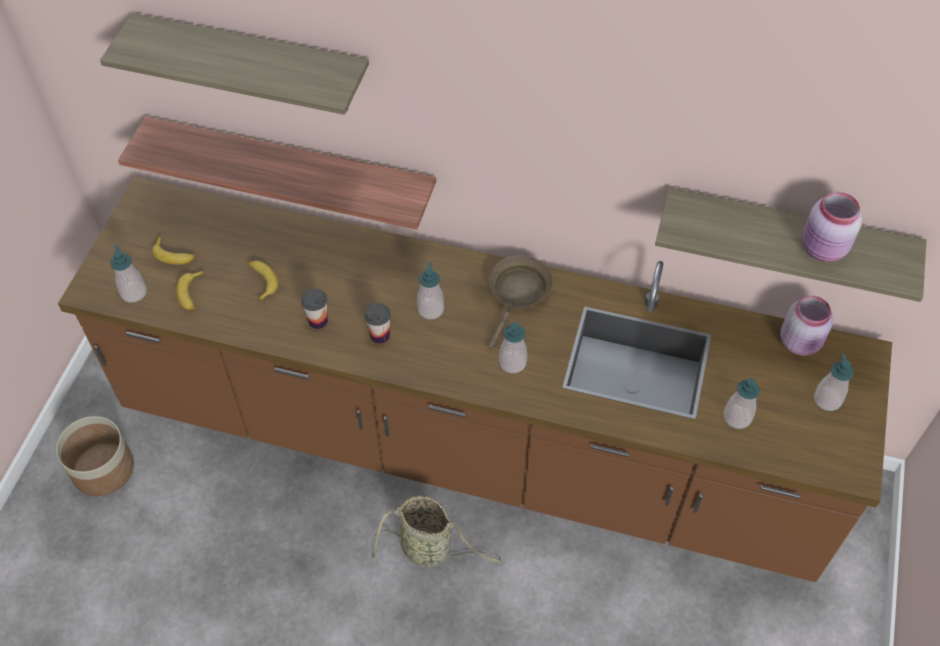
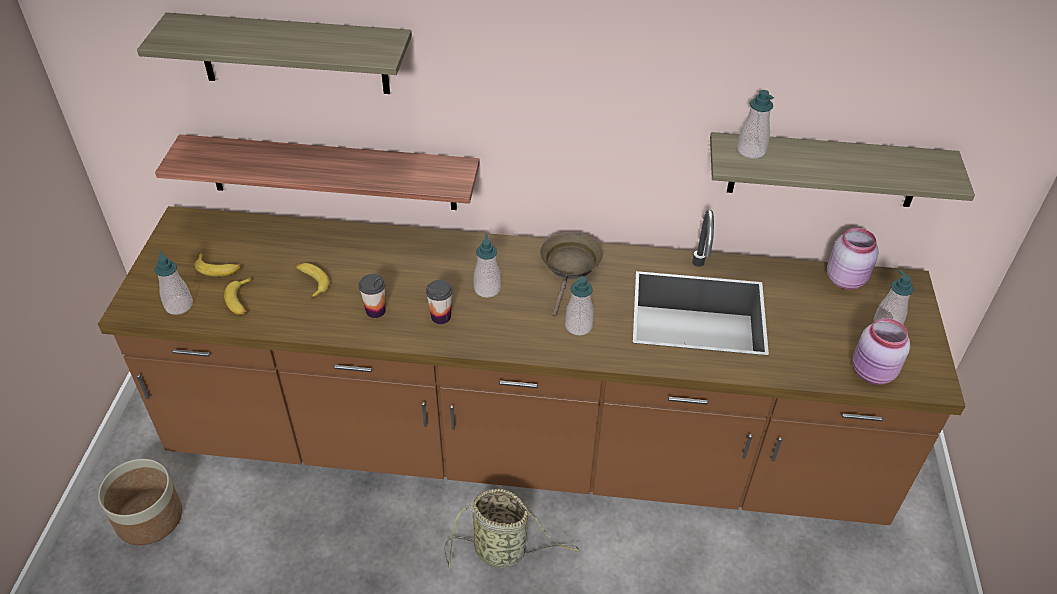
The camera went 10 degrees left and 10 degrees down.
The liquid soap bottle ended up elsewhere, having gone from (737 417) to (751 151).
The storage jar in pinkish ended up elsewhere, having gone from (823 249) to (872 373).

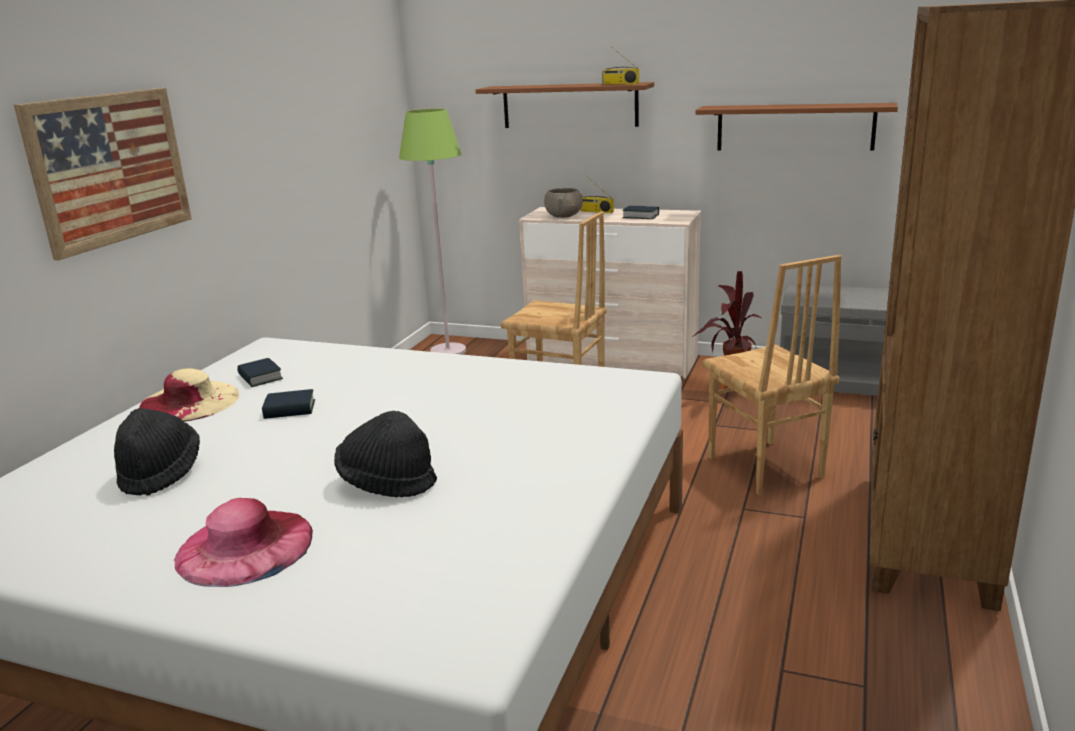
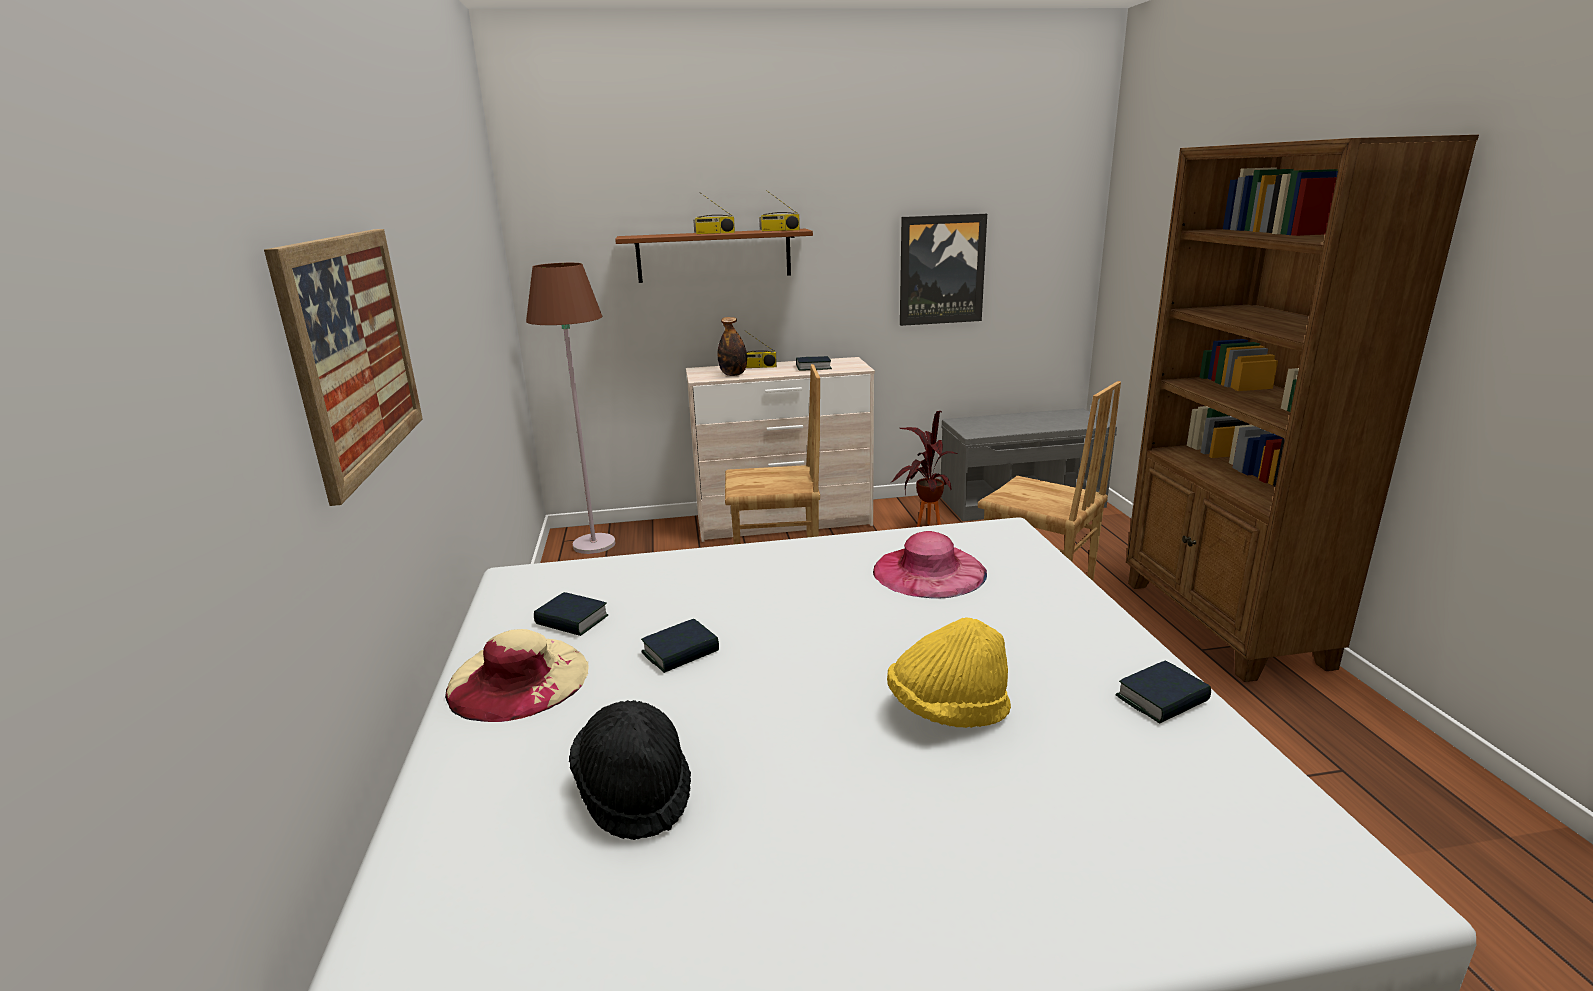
The camera went 30 degrees left and 0 degrees up.
The second view gained the radio at (714 233).
The second view gained the bound book at (1162 699).
The wearable hat in pinkish ended up elsewhere, having gone from (245 546) to (929 571).
Where the serving bowl in grey stood at (564 216), the drink bottle came to stand at (733 374).
Where the bracket shelf in brown hung at (794 127), the wall art came to hang at (941 270).
What was the wearable hat in black at (387 483) turned into the wearable hat in yellow at (947 710).
What was the floor lamp in greenish at (448 351) turned into the floor lamp in brown at (594 544).

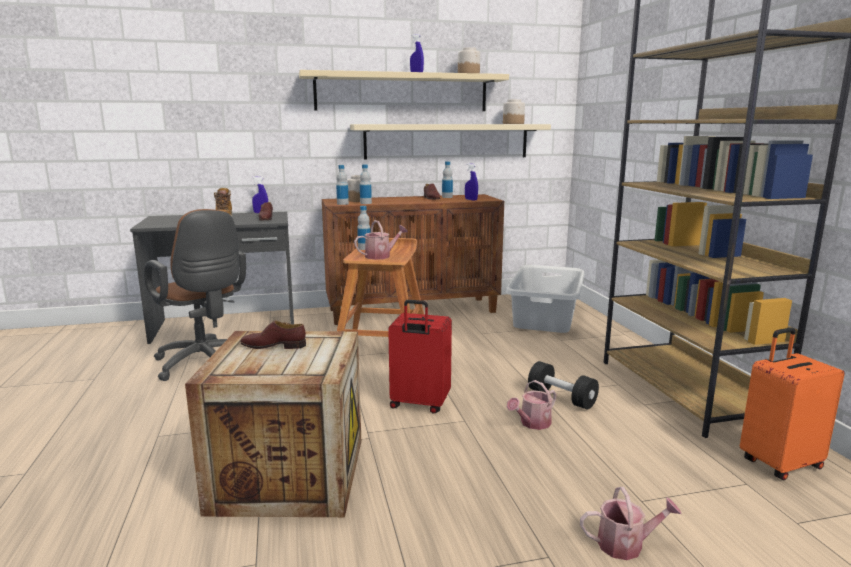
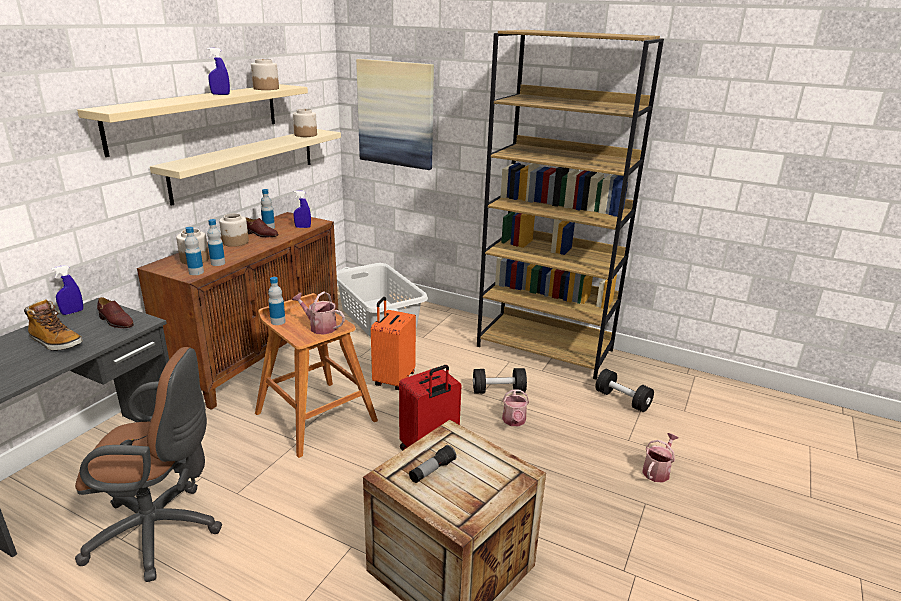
The camera went 50 degrees left and 10 degrees up.
The second view gained the storage jar at (235 242).
The second view gained the wall art at (396 114).
The second view gained the hand weight in black at (622 400).
The travel case in orange-coloured ended up elsewhere, having gone from (779 463) to (393 379).
Where the low shoe in brown stood at (273 346), the torch came to stand at (432 471).
The watering can at (381 256) ended up facing another way, 75 degrees counterclockwise from before.

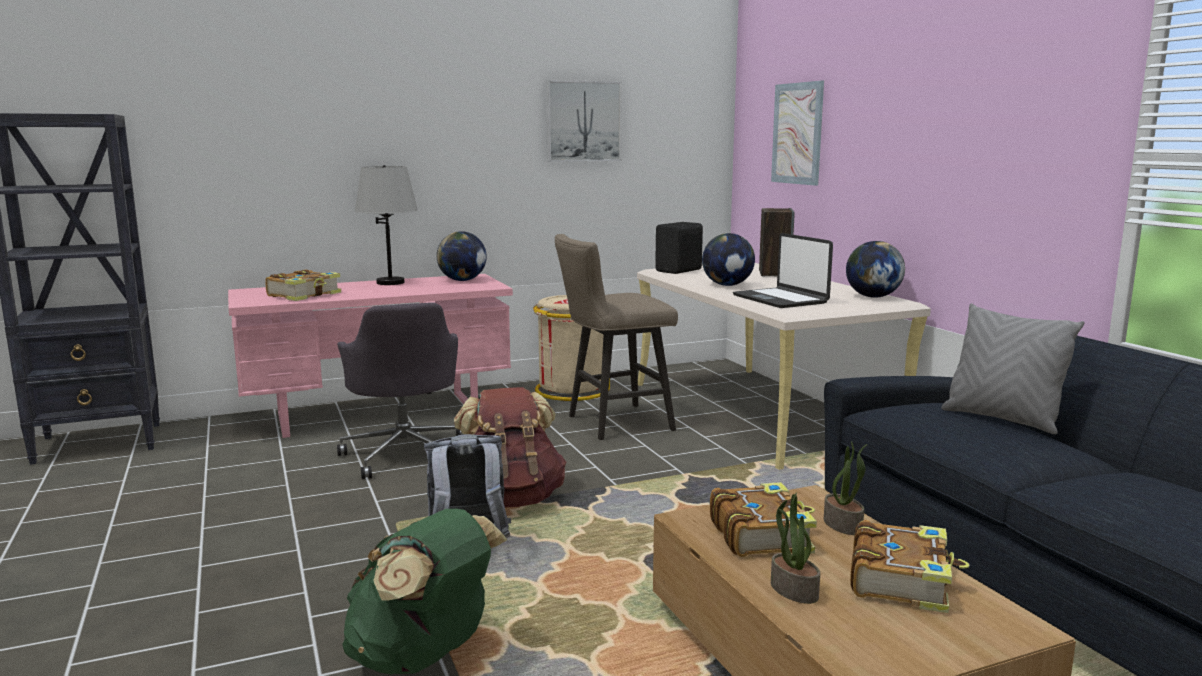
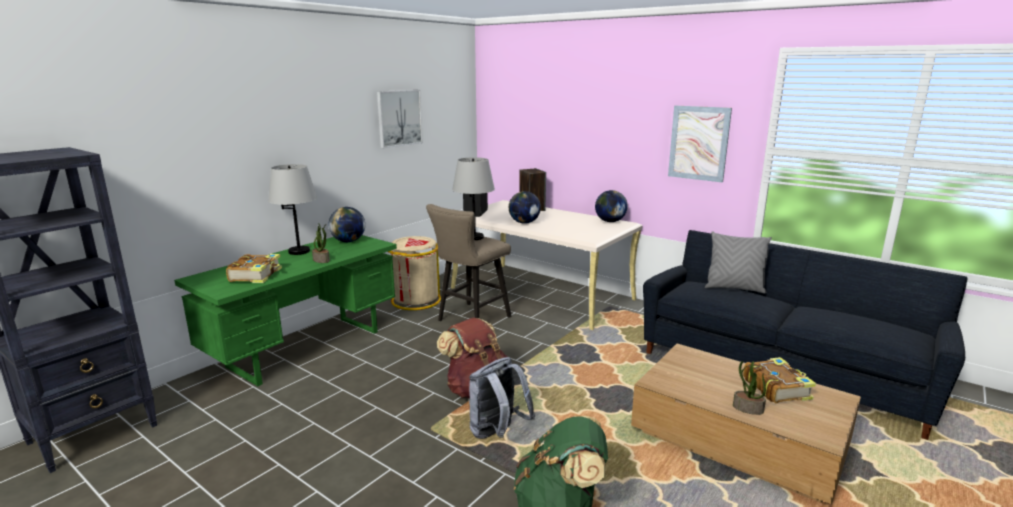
The camera went 30 degrees left and 5 degrees up.
The second view lost the desk chair in grey at (406 454).
The second view lost the bound book at (761 535).
The second view lost the portable computer at (781 299).
The second view gained the table lamp in grey at (474 237).
The wall art ended up elsewhere, having gone from (797 133) to (698 143).
The plant in a pot ended up elsewhere, having gone from (843 525) to (321 260).
What was the desk unit in pinkish at (379 413) turned into the desk unit in greenish at (306 348).

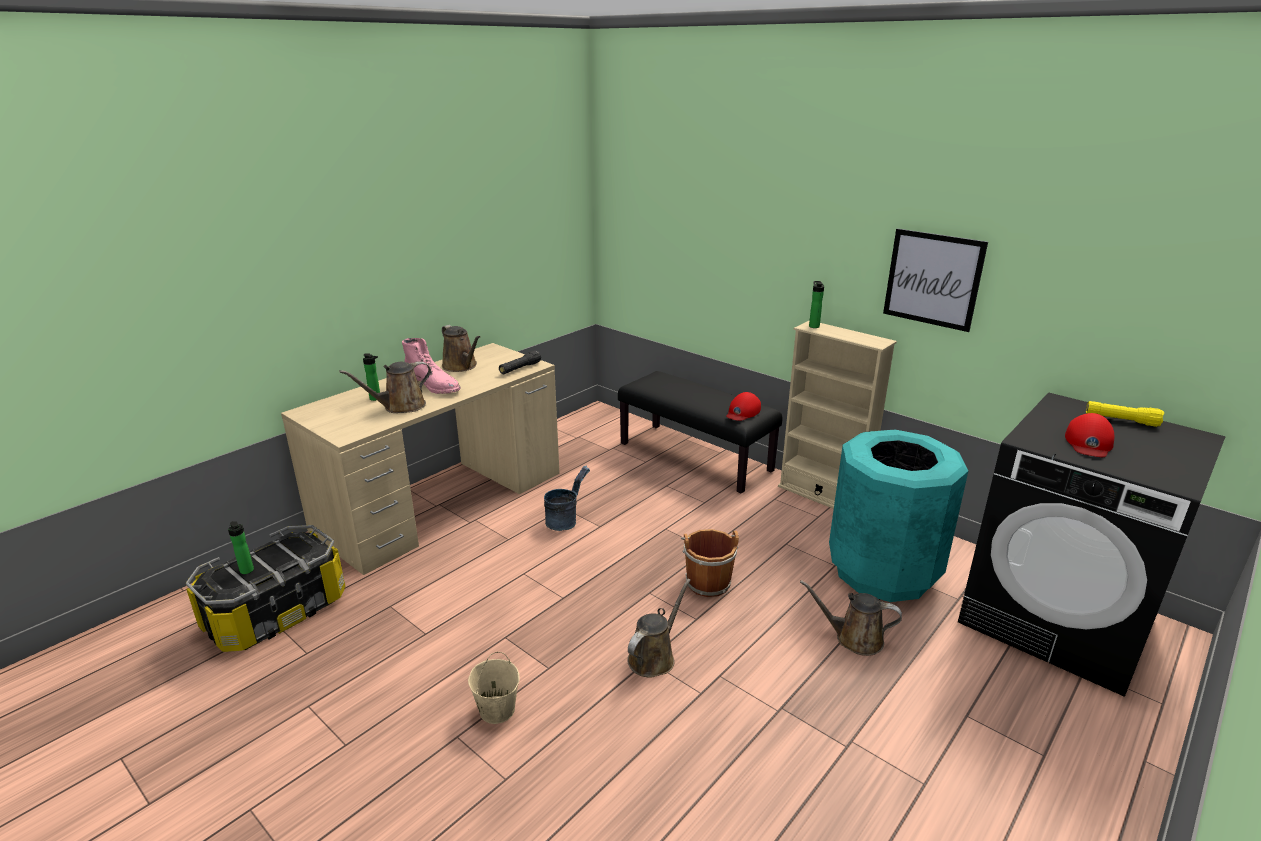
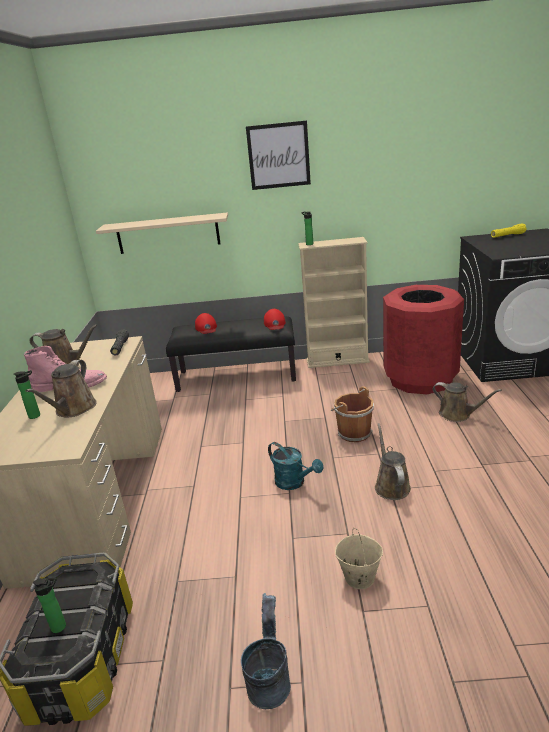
The camera went 40 degrees left and 0 degrees up.
The second view gained the bracket shelf in sand-coloured at (168 233).
The second view gained the watering can in turquoise-coloured at (294 483).
The water bucket in grey ended up elsewhere, having gone from (565 521) to (269 680).
The wall art ended up elsewhere, having gone from (933 279) to (278 155).
The cap in red-coloured ended up elsewhere, having gone from (1088 442) to (206 328).
What was the trash can in turquoise-coloured at (883 572) turned into the trash can in red-coloured at (420 379).
The watering can in brown at (854 638) ended up facing another way, 120 degrees counterclockwise from before.

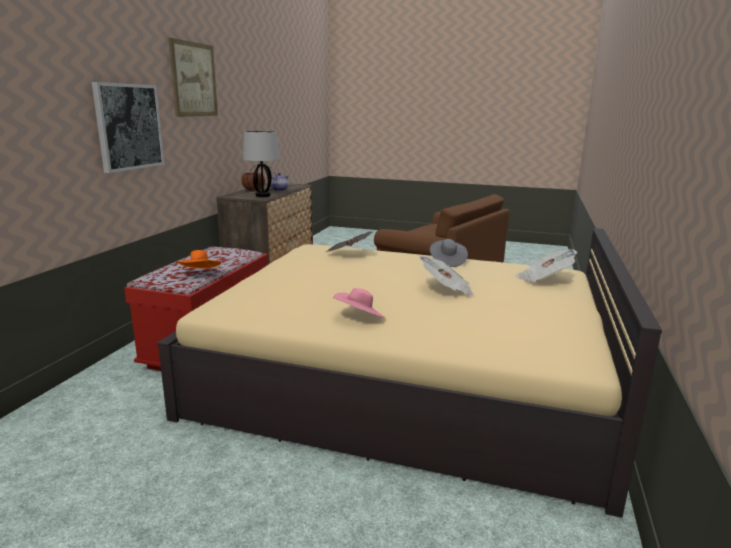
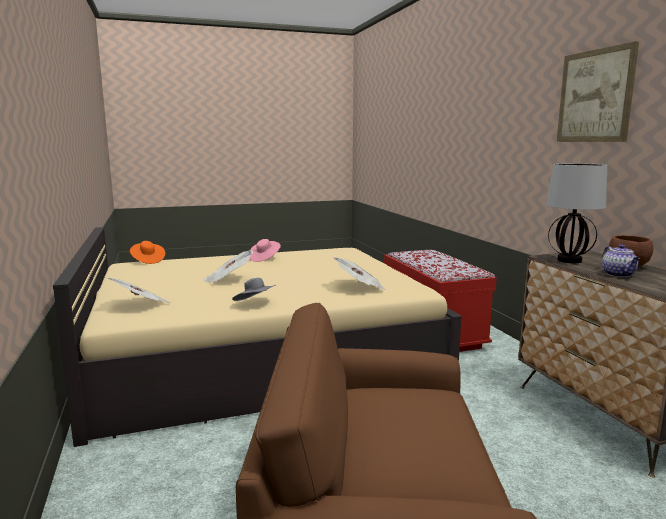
The camera went 145 degrees right and 5 degrees down.
The second view lost the wall art at (128 127).
The wearable hat in orange-coloured ended up elsewhere, having gone from (200 274) to (147 260).

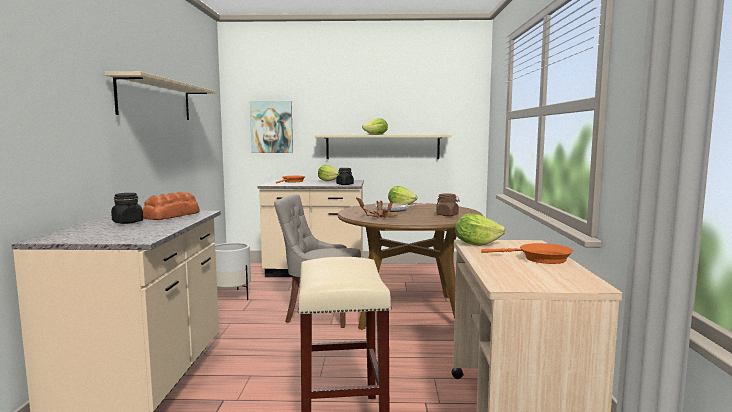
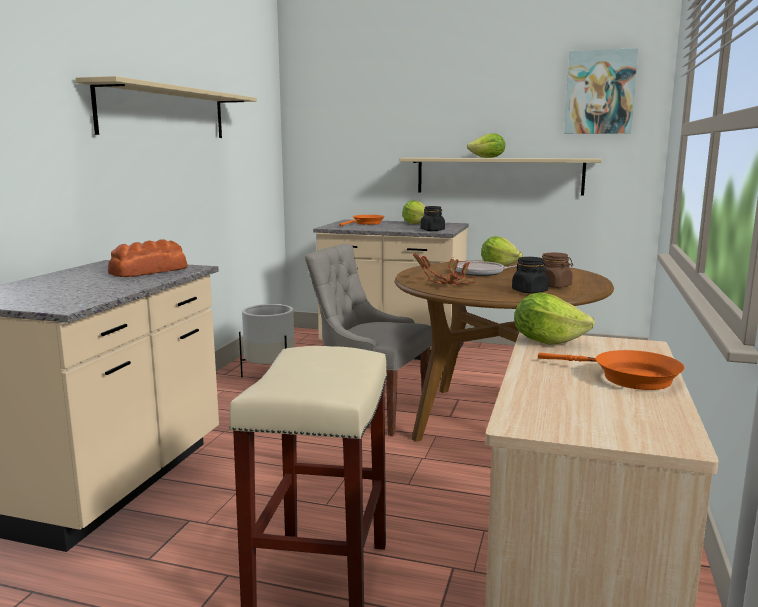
The camera went 15 degrees right and 5 degrees up.
The storage jar in black ended up elsewhere, having gone from (128 222) to (529 291).
The wall art ended up elsewhere, having gone from (271 127) to (600 92).

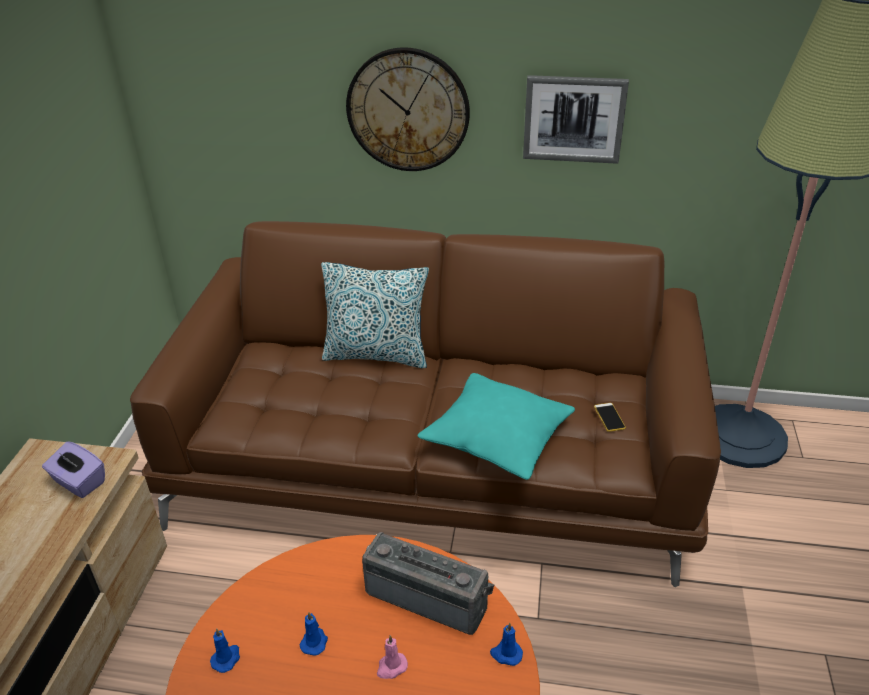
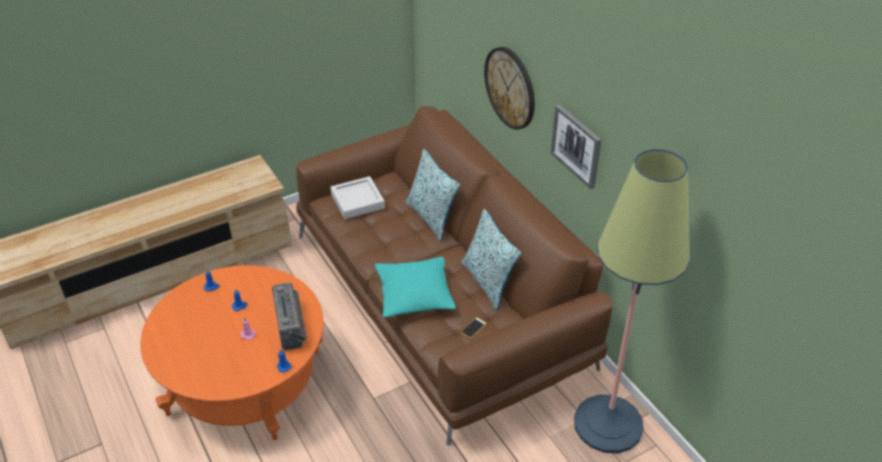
The camera went 50 degrees right and 5 degrees up.
The second view lost the tissue box in purple at (79 482).
The second view gained the carrying tray in grey at (357 201).
The second view gained the cushion at (488 282).

